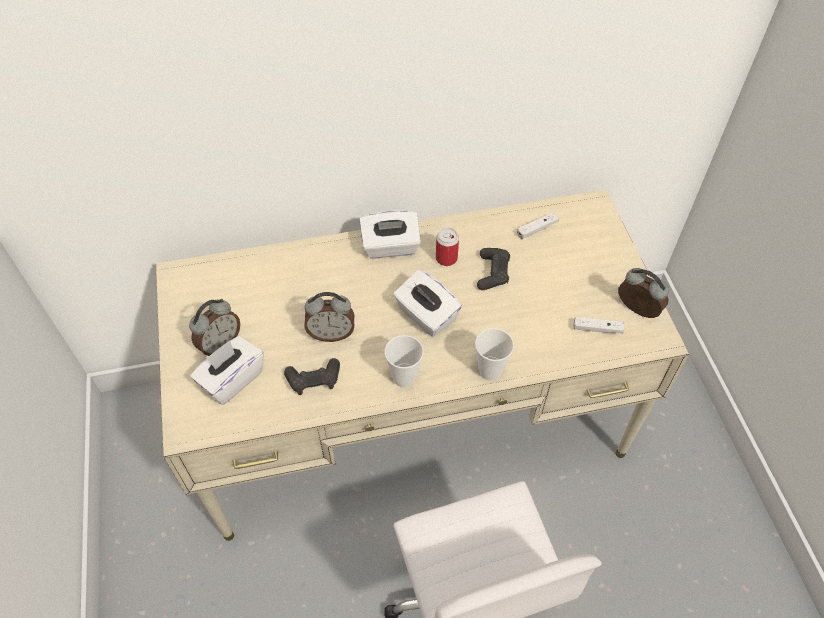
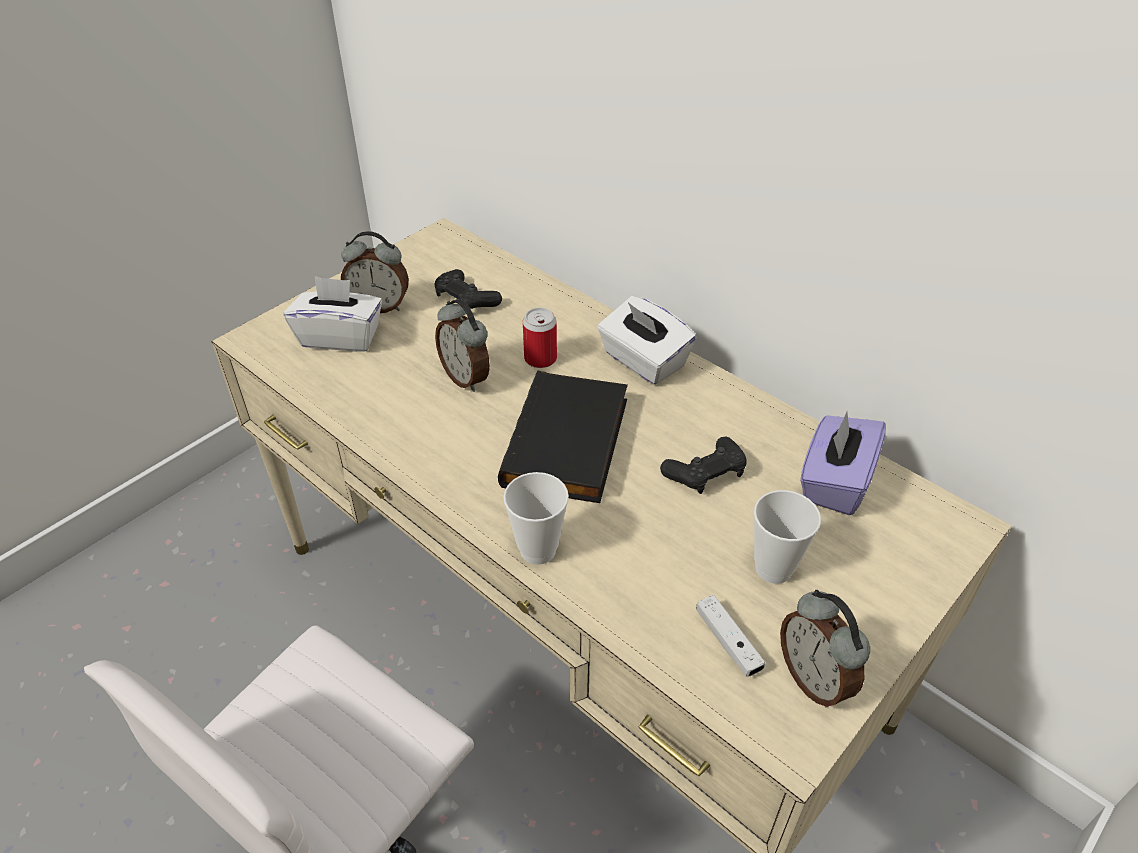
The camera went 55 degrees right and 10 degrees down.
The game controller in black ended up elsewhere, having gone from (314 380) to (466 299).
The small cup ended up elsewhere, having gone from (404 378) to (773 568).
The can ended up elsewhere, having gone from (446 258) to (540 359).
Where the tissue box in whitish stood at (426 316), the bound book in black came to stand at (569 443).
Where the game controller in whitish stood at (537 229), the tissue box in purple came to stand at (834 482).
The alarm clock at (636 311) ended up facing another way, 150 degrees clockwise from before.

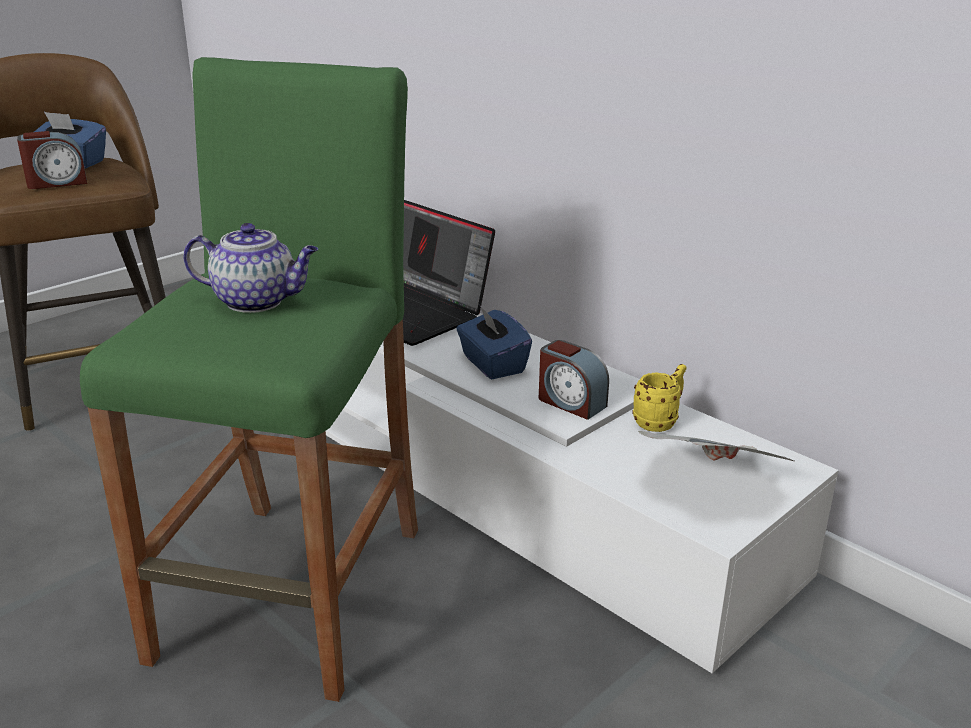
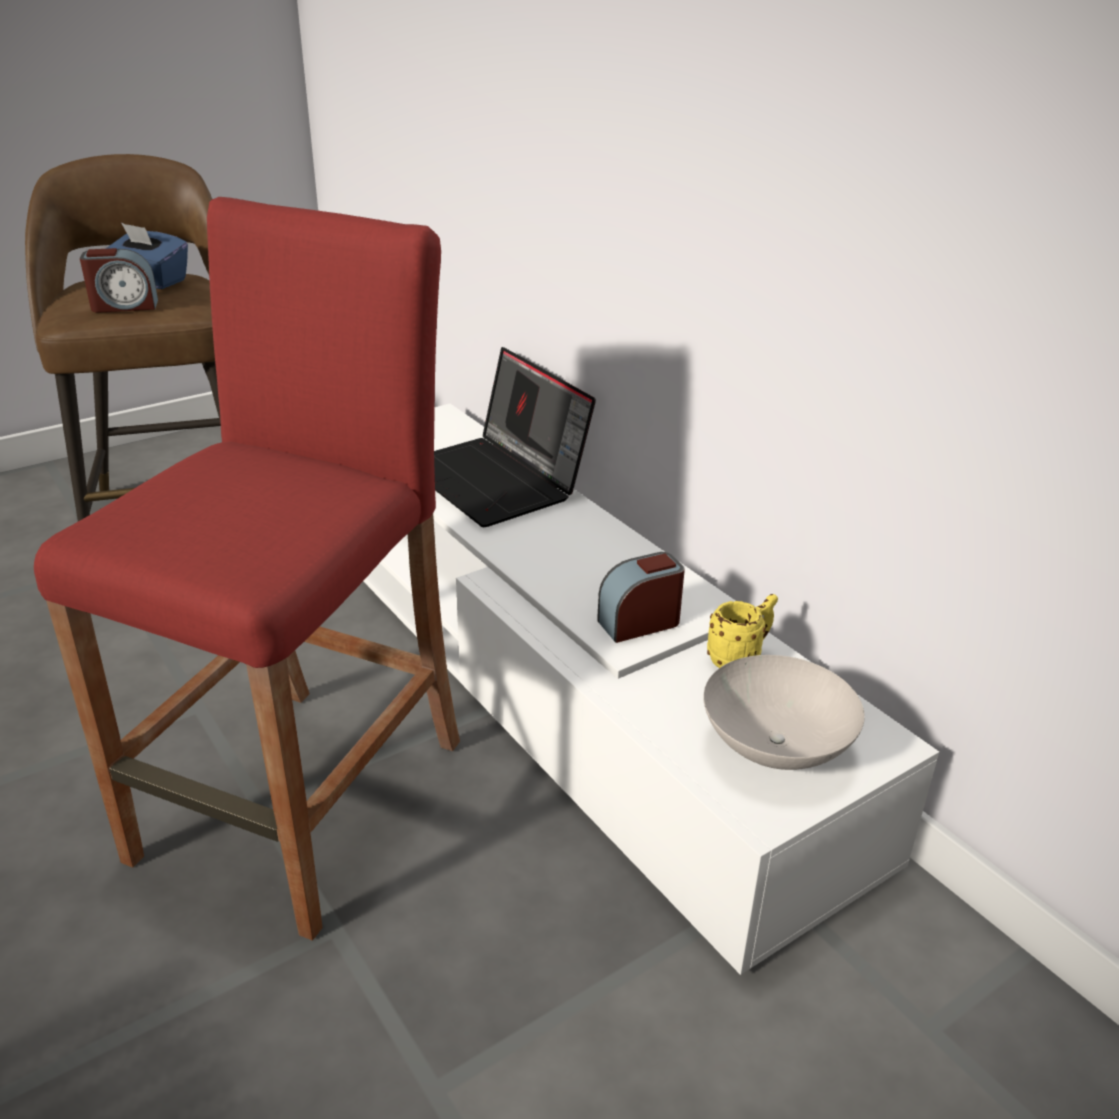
The camera went 10 degrees right and 5 degrees up.
The second view lost the pot for tea at (257 301).
The second view lost the tissue box in blue at (492 364).
Where the newspaper stood at (712 480), the serving bowl in whitish came to stand at (776 746).
What was the stool seat in greenish at (294 592) turned into the stool seat in red-coloured at (304 800).
The alarm clock at (570 402) ended up facing another way, 105 degrees clockwise from before.

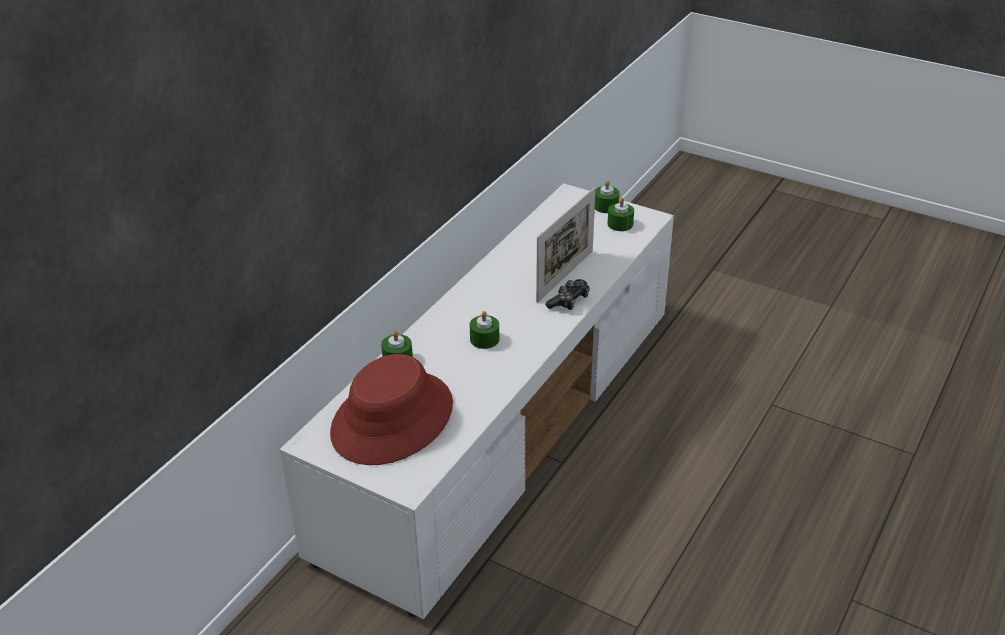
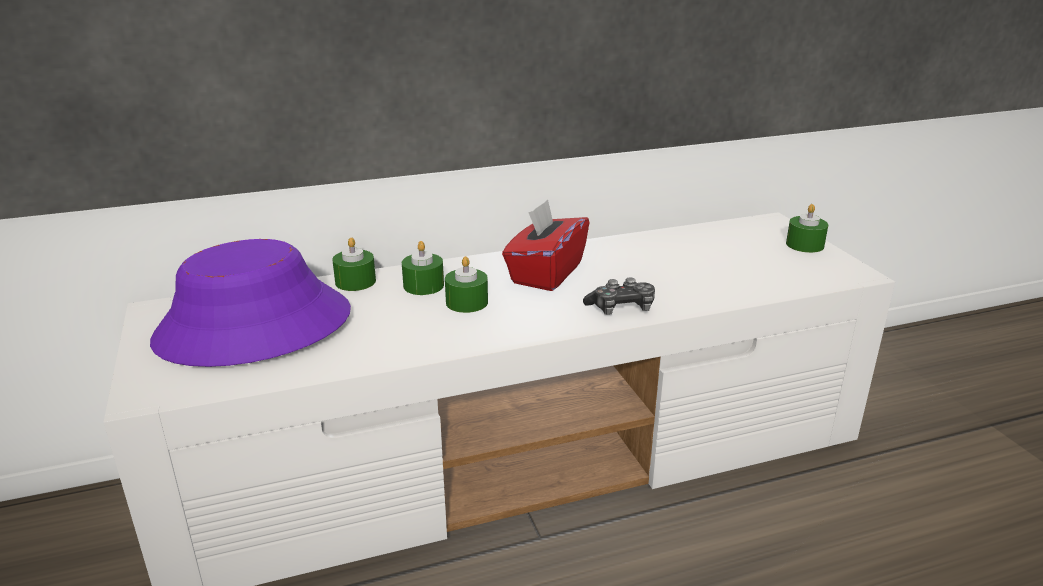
The camera went 40 degrees right and 10 degrees down.
The second view lost the picture frame at (565 276).
The second view gained the tissue box in red-coloured at (545 273).
The wax light in greenish ended up elsewhere, having gone from (620 224) to (423 285).
What was the wearable hat in red-coloured at (393 419) turned into the wearable hat in purple at (253 327).

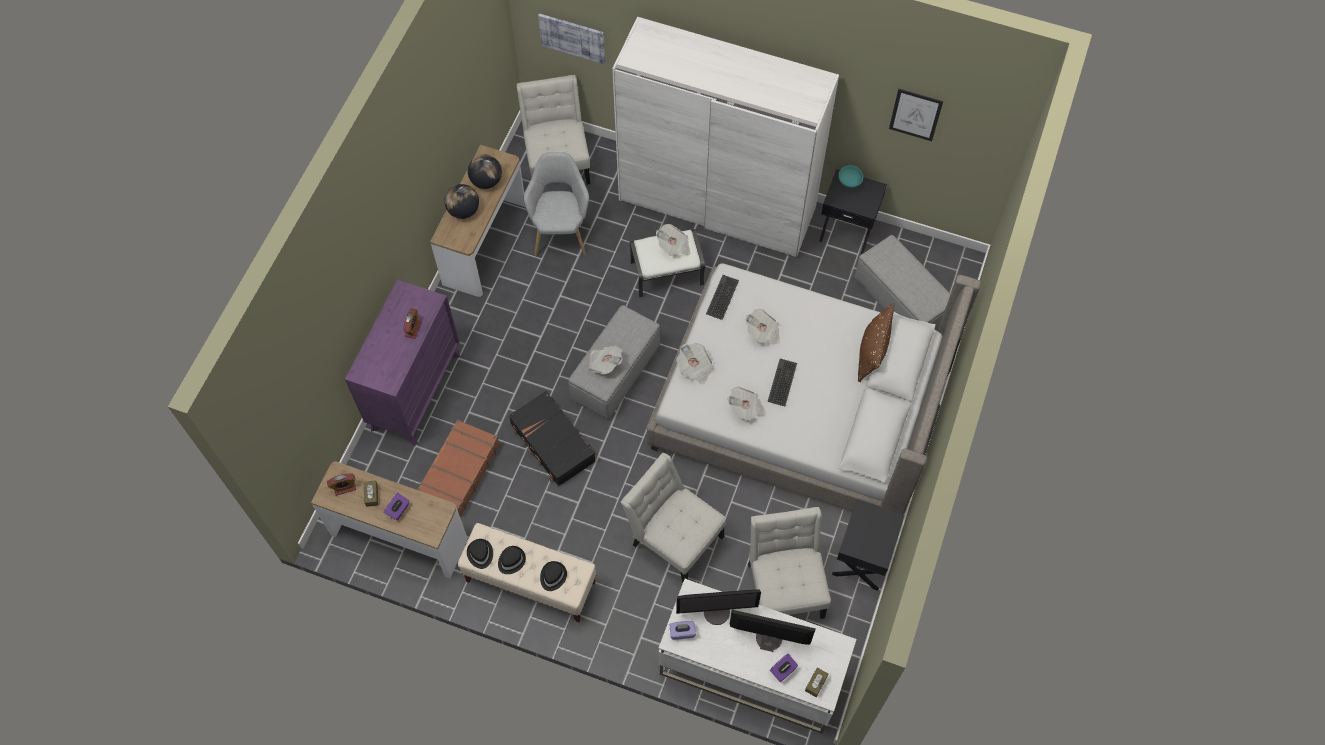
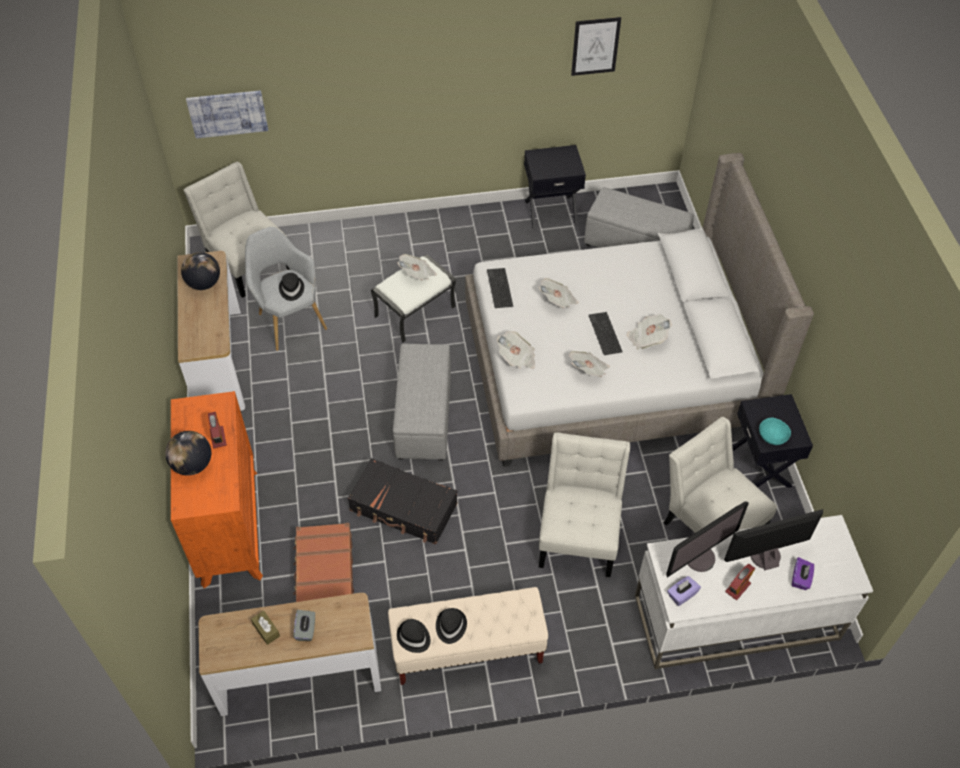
The camera went 30 degrees left and 10 degrees down.
The second view lost the wardrobe in whitish at (717 204).
The second view lost the tissue box in brown at (816 683).
The second view lost the cushion in brown at (872 351).
The alarm clock ended up elsewhere, having gone from (344 487) to (737 587).
The globe ended up elsewhere, having gone from (463 210) to (192 465).
The wearable hat in black ended up elsewhere, having gone from (552 576) to (291 289).
The newspaper ended up elsewhere, having gone from (605 363) to (647 338).
The serving bowl in turquoise-coloured ended up elsewhere, having gone from (849 181) to (771 437).
What was the drawer chest in purple at (415 391) turned into the drawer chest in orange-coloured at (229 526).
What was the tissue box in purple at (398 510) turned into the tissue box in grey at (306 630).
The chair in whitish at (674 537) ended up facing another way, 90 degrees clockwise from before.

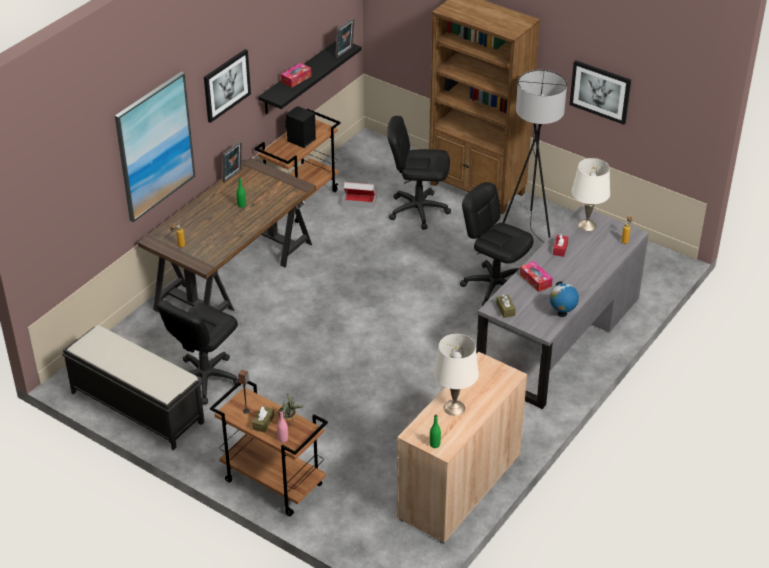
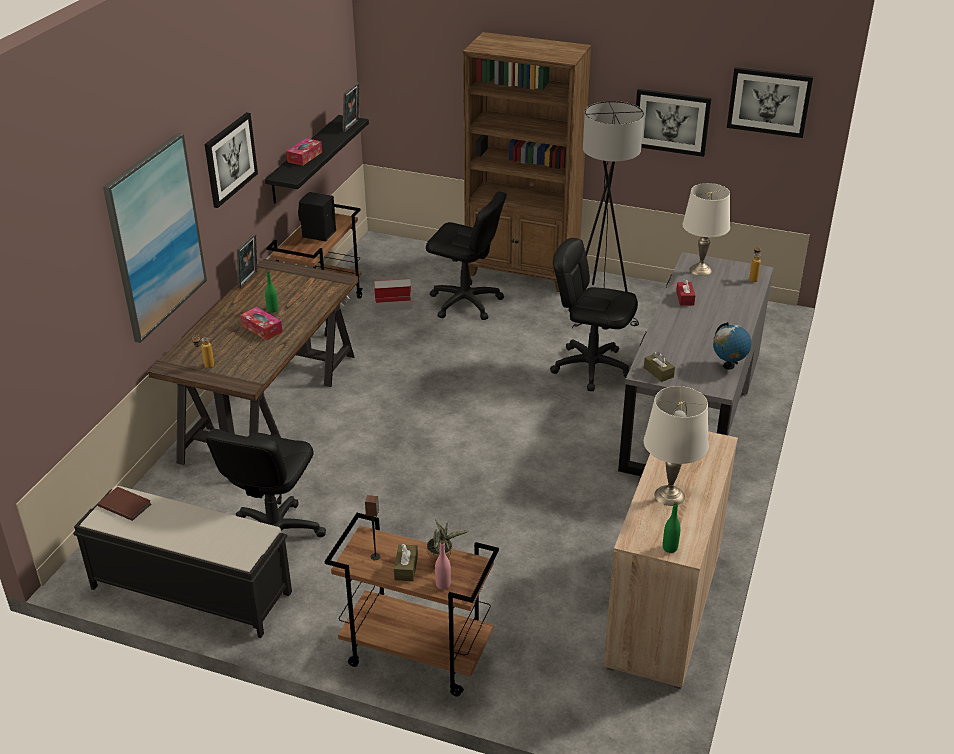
The camera went 15 degrees left and 5 degrees down.
The second view gained the bound book in brown at (125 504).
The second view gained the wall art at (769 102).
The tissue box ended up elsewhere, having gone from (535 280) to (262 329).
The desk chair in black at (418 210) ended up facing another way, 150 degrees counterclockwise from before.

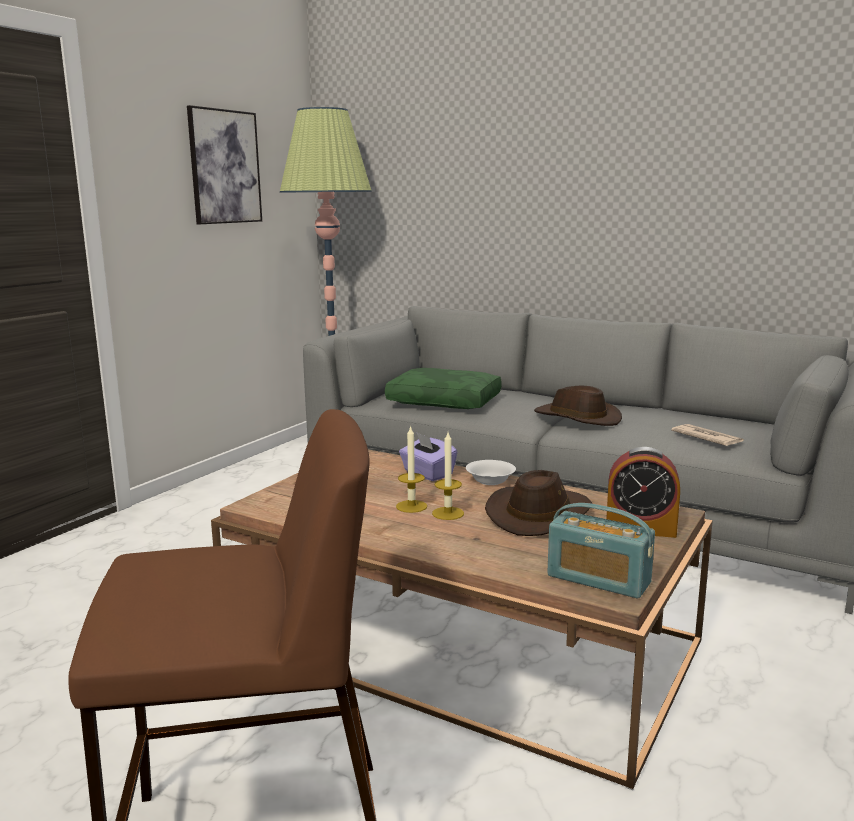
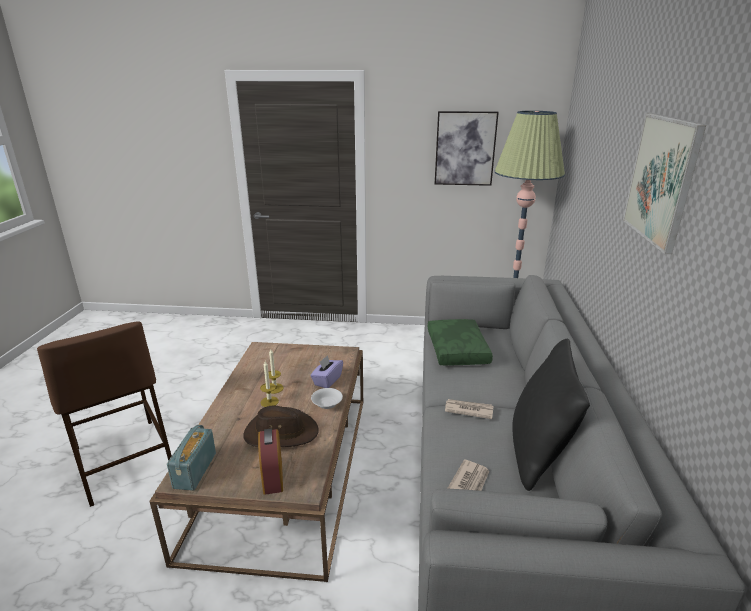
The camera went 65 degrees right and 10 degrees up.
The second view gained the cushion in black at (538 453).
The second view gained the wall art at (661 180).
Where the wearable hat in brown stood at (577 418), the newspaper came to stand at (468 410).

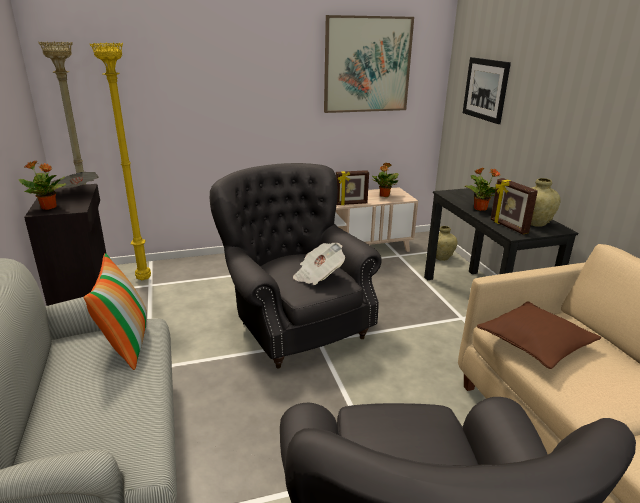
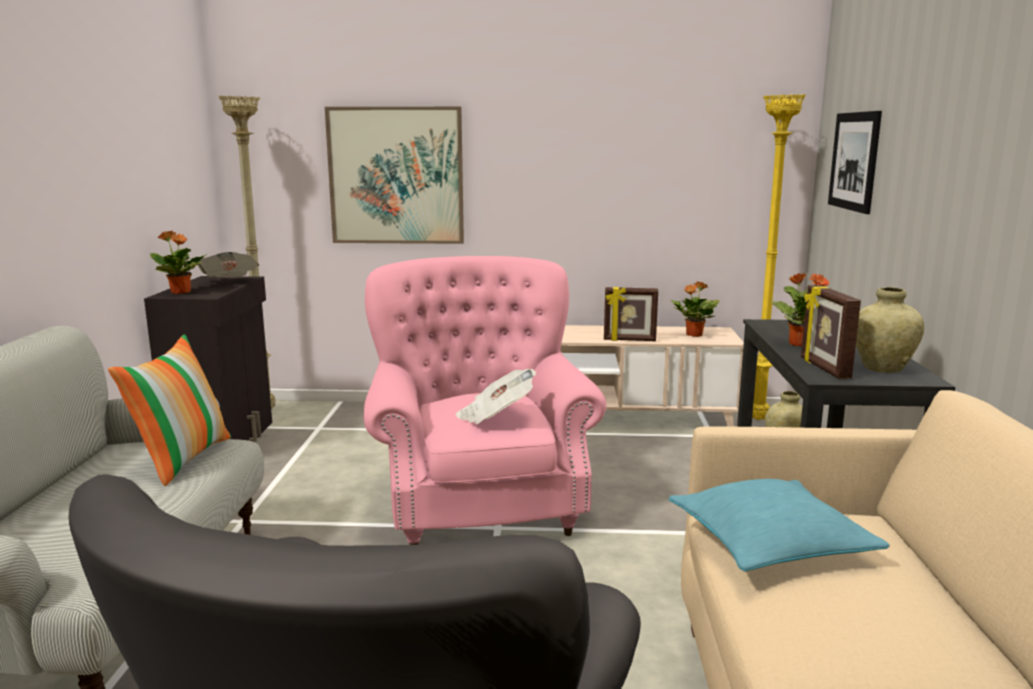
The camera went 20 degrees right and 10 degrees down.
The floor lamp in yellow ended up elsewhere, having gone from (142 280) to (756 420).
The wall art ended up elsewhere, having gone from (367 65) to (396 176).
What was the lounge chair in grey at (296 324) turned into the lounge chair in pinkish at (480 501).
What was the cushion in brown at (535 343) turned into the cushion in turquoise-coloured at (770 542).

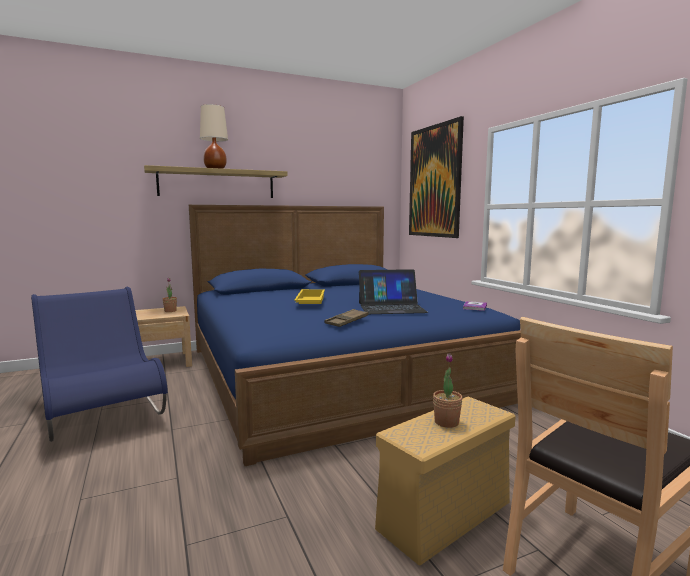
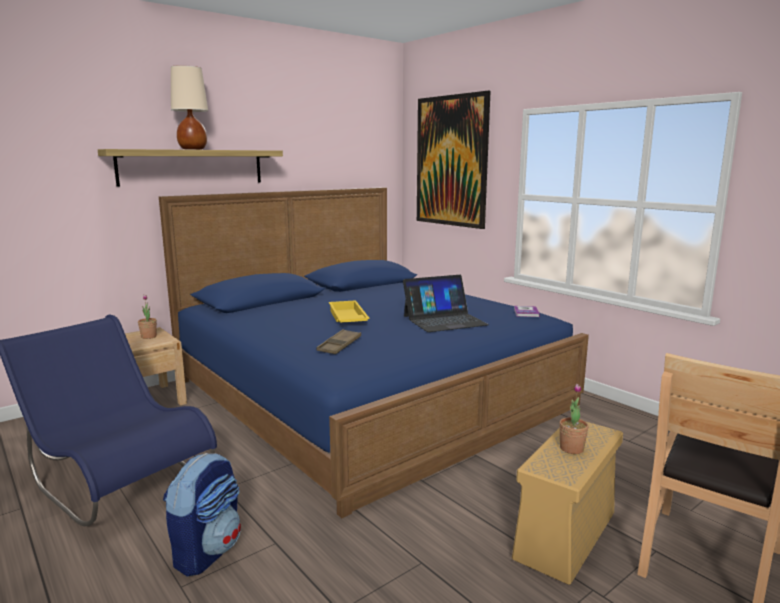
The camera went 15 degrees left and 5 degrees up.
The second view gained the backpack at (207 551).
The carrying tray in brown ended up elsewhere, having gone from (347 321) to (339 345).

